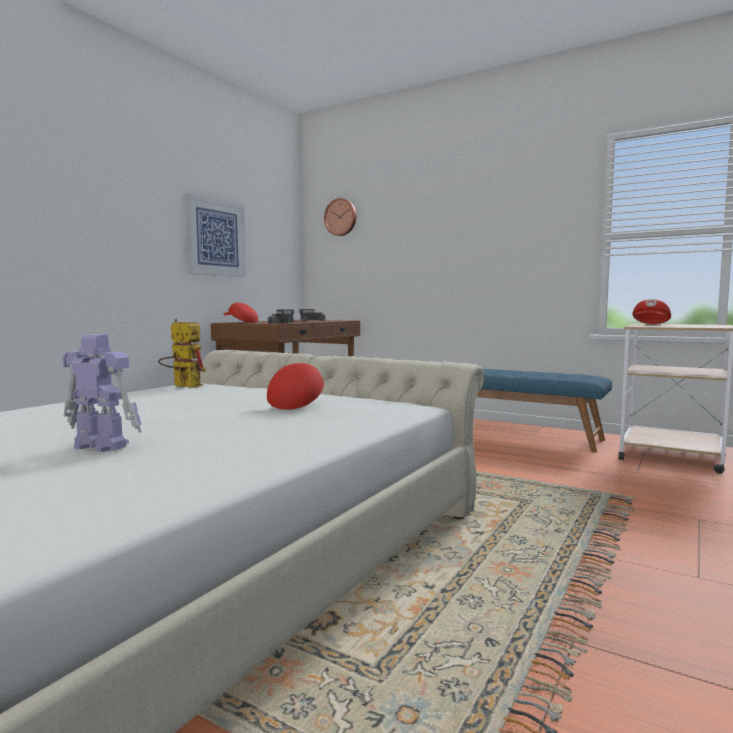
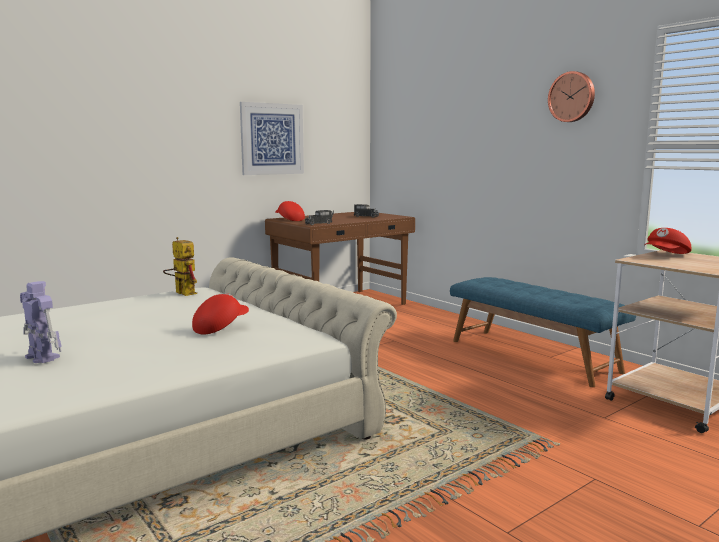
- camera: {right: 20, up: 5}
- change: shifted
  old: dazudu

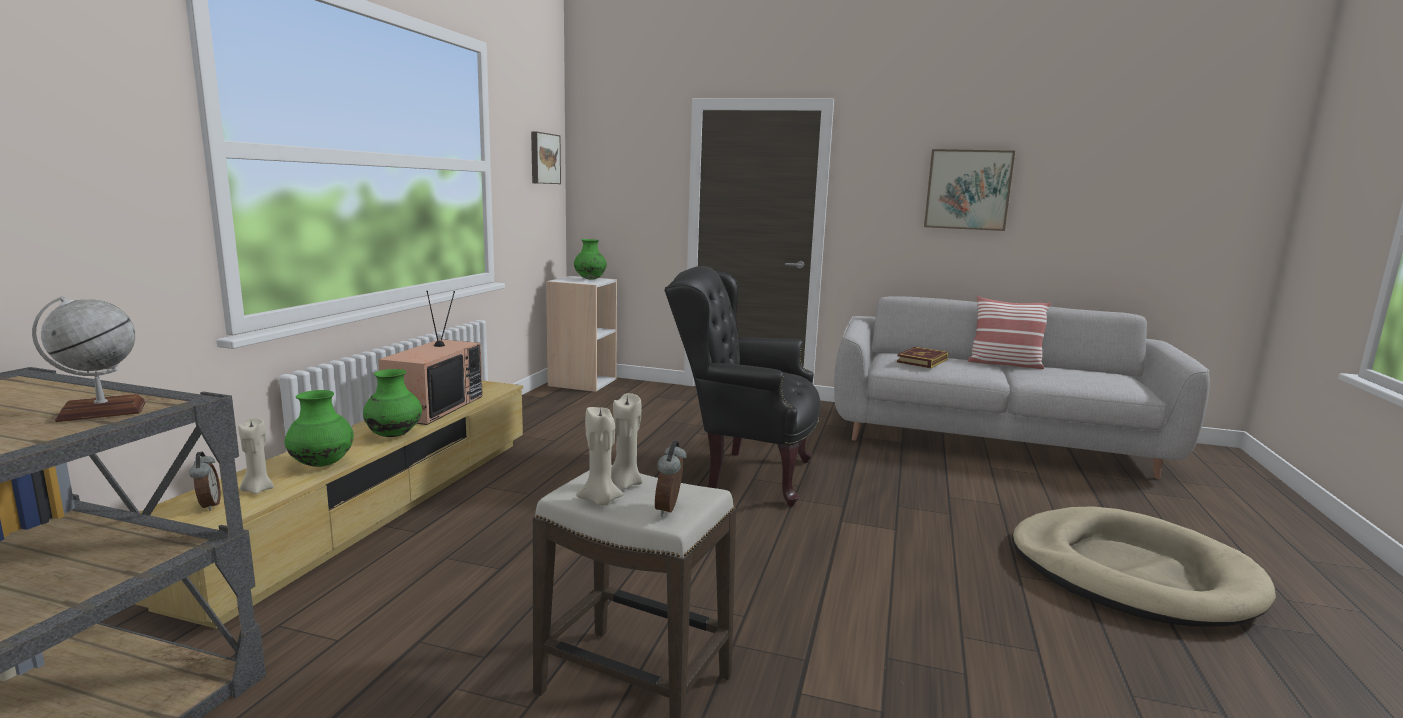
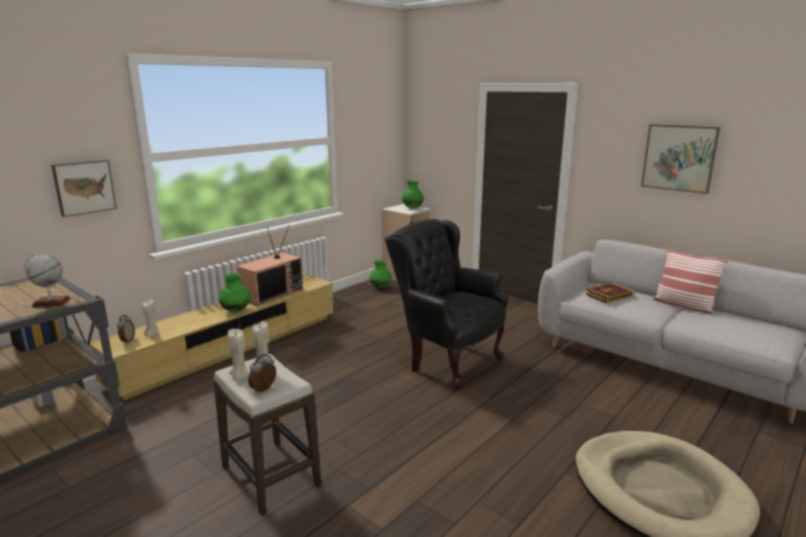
- camera: {right: 25, up: 5}
- change: shifted
  old: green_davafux (no. 1 from left in the first image)
  new: green_davafux (no. 2 from left)
- change: shifted
  old: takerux (no. 1 from left)

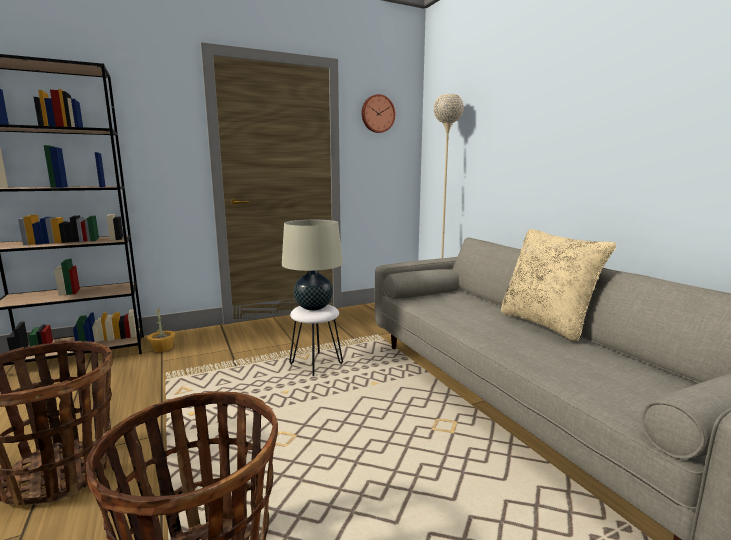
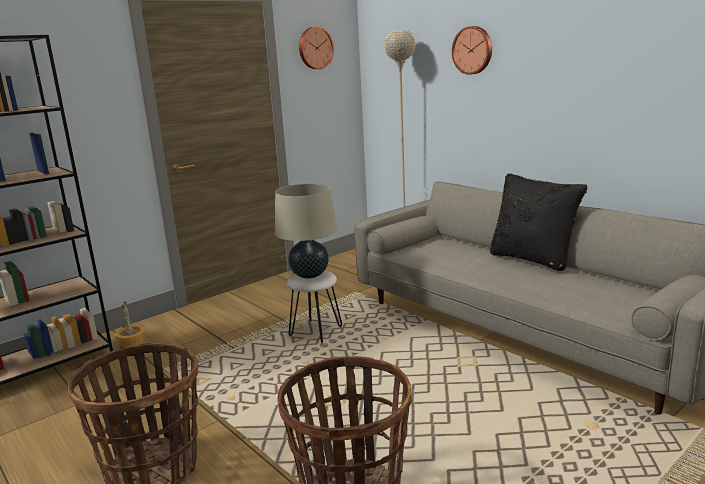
- camera: {right: -15, up: 5}
- change: repainted
  old: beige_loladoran
  new: black_loladoran
- change: new
  new: dazudu (no. 2 from left)

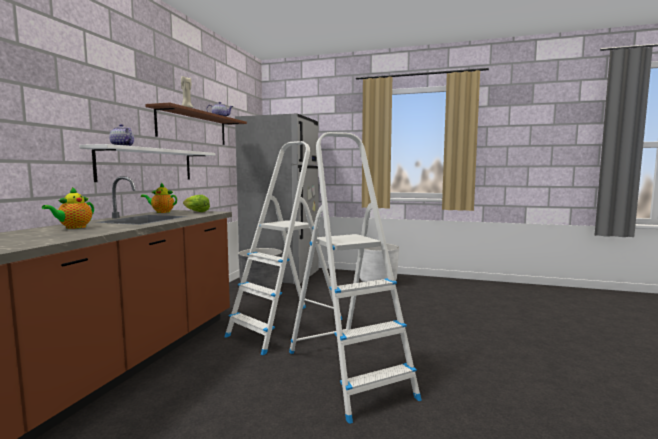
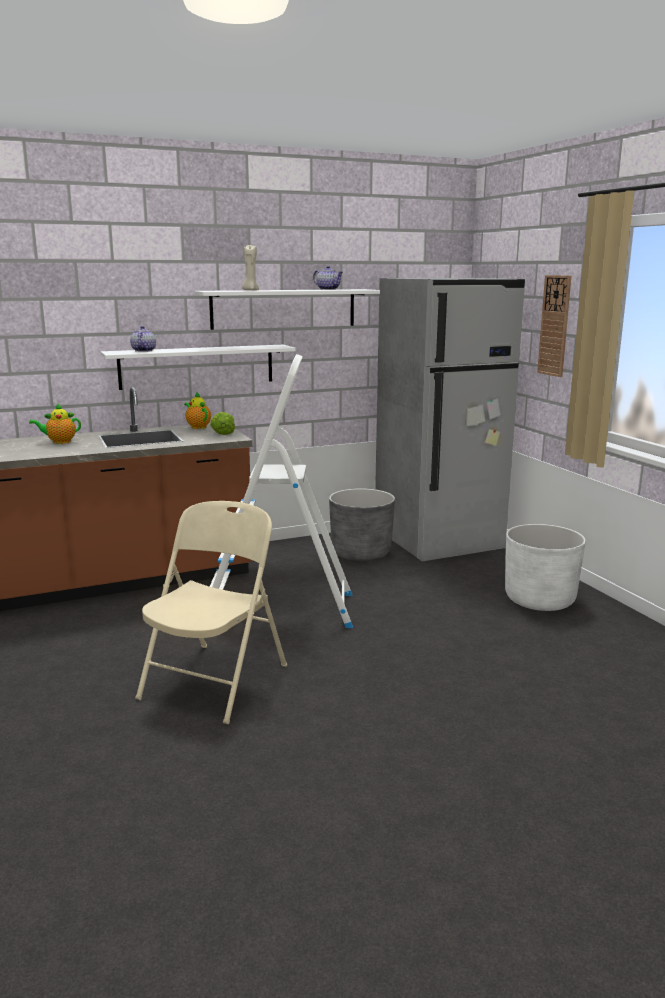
- camera: {right: 50, up: 10}
- change: repainted
  old: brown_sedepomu
  new: white_sedepomu (no. 2 from left)
- change: swapped
  old: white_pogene (no. 2 from left)
  new: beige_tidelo
- change: new
  new: dazudu

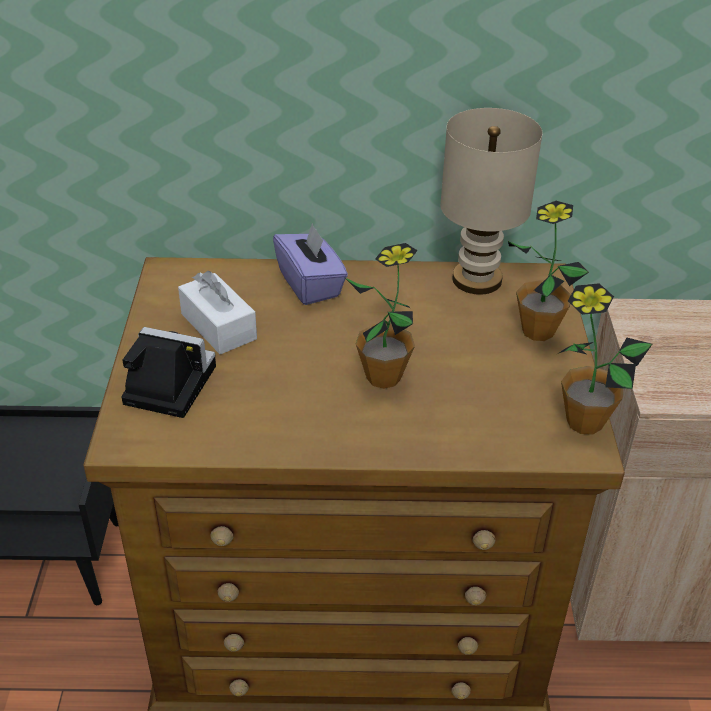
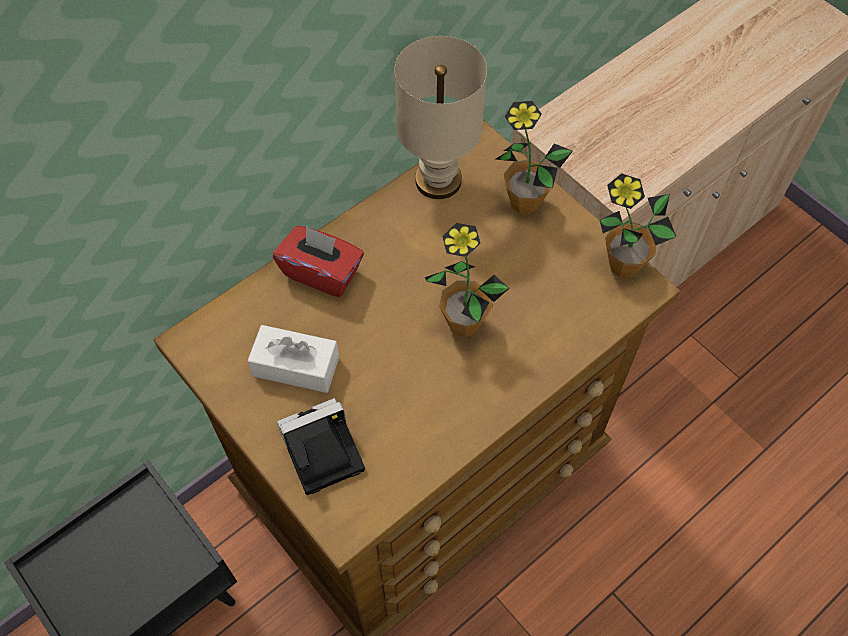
- camera: {right: -40, up: 20}
- change: repainted
  old: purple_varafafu
  new: red_varafafu

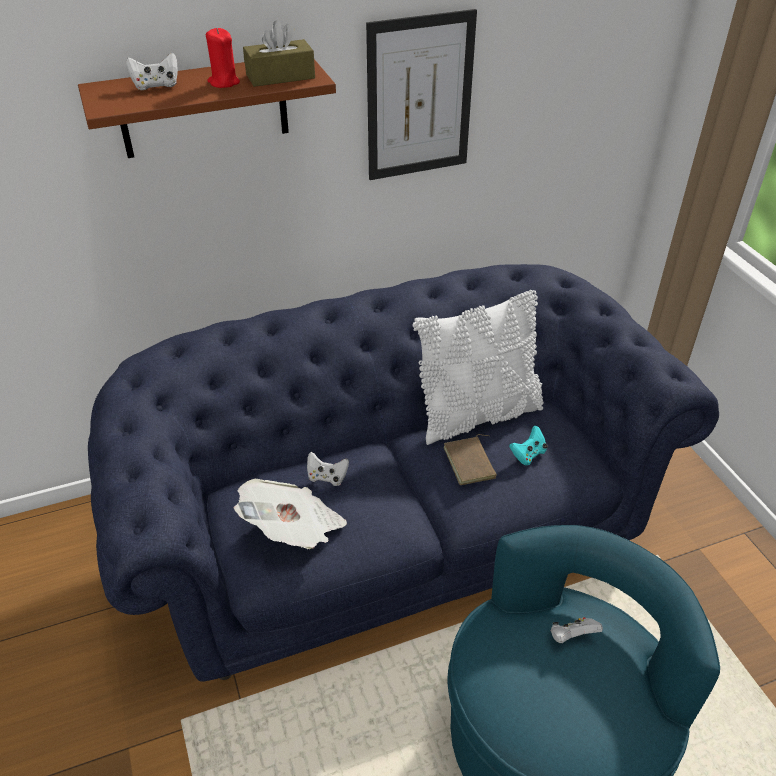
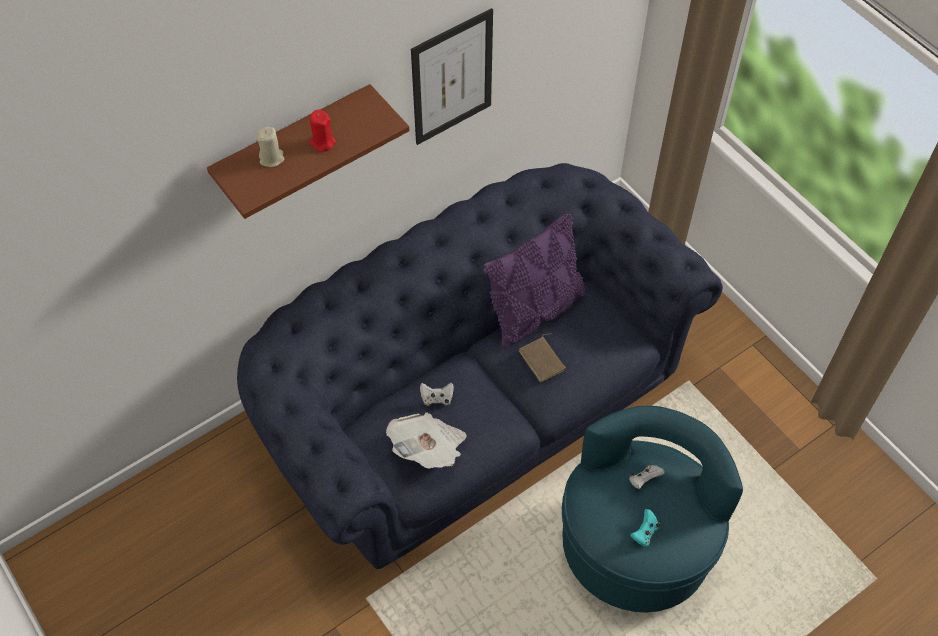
- camera: {right: -15, up: 15}
- change: swapped
  old: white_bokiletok (no. 1 from left)
  new: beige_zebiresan
- change: gone
  old: brown_varafafu
- change: repainted
  old: white_loladoran
  new: purple_loladoran
- change: shifted
  old: turquoise_bokiletok

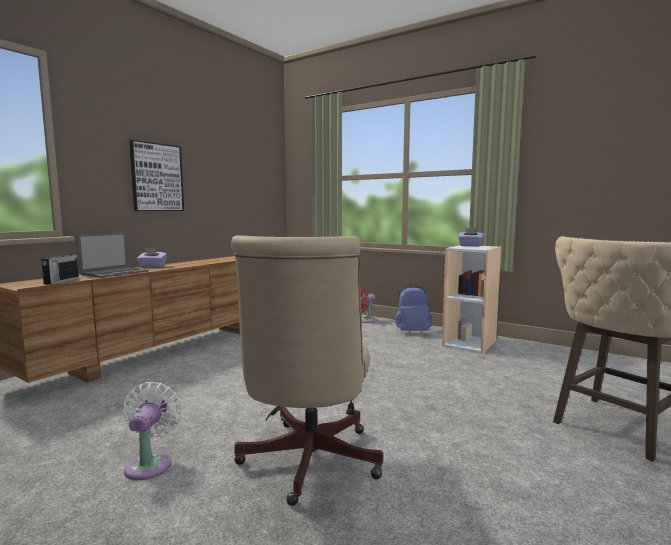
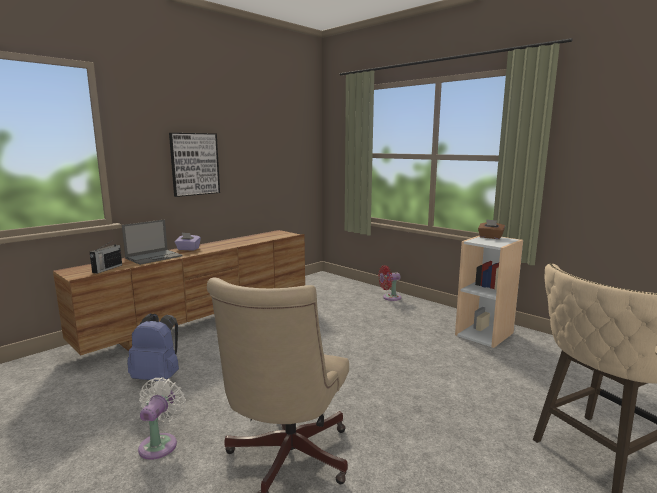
- camera: {right: 10, up: 5}
- change: shifted
  old: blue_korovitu
- change: repainted
  old: purple_varafafu (no. 2 from left)
  new: brown_varafafu

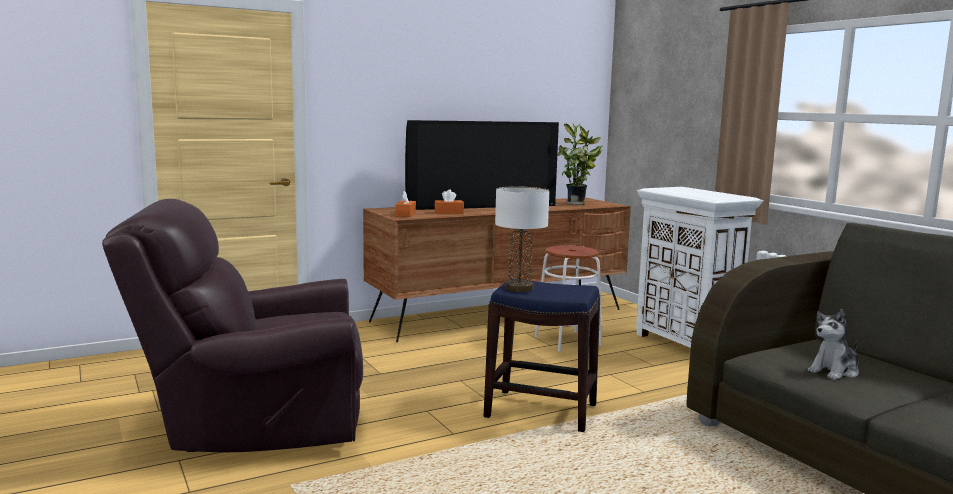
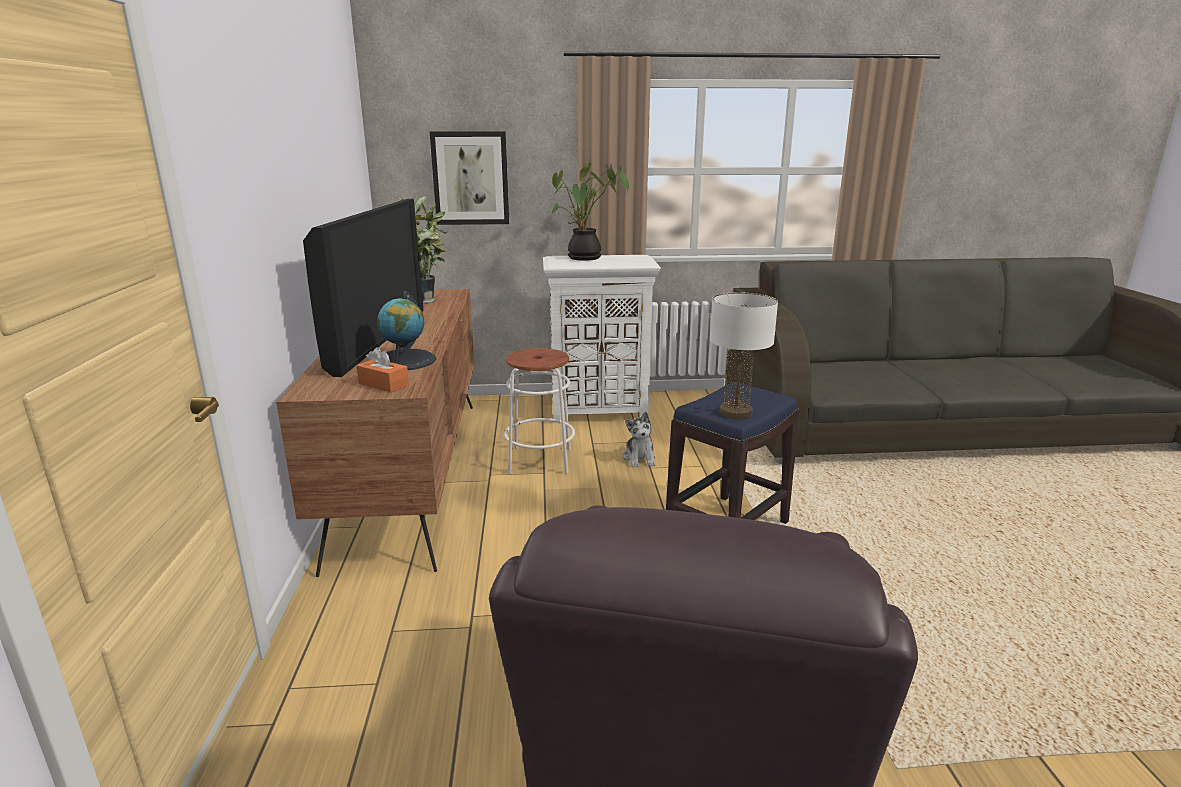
- camera: {right: -65, up: 10}
- change: swapped
  old: orange_varafafu (no. 2 from left)
  new: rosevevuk
- change: shifted
  old: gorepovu
- change: new
  new: takerux
- change: new
  new: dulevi (no. 2 from left)

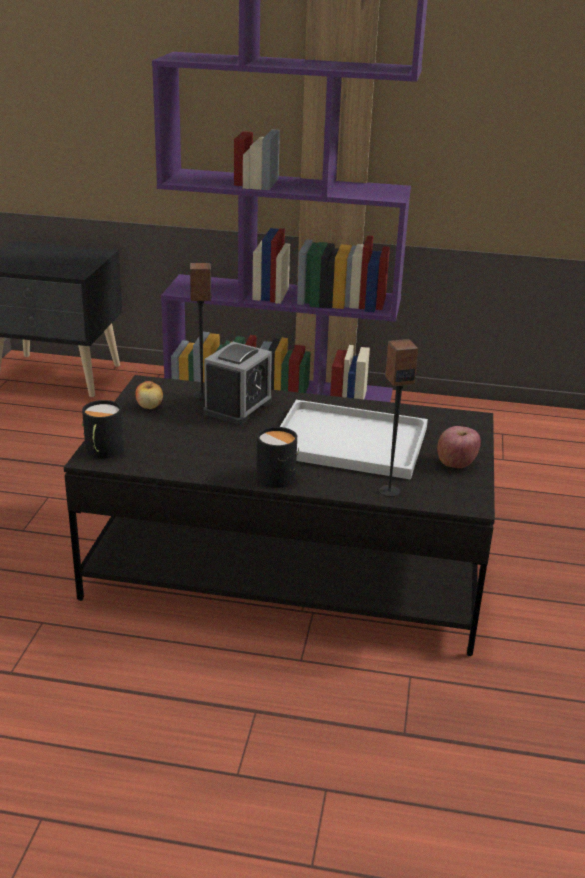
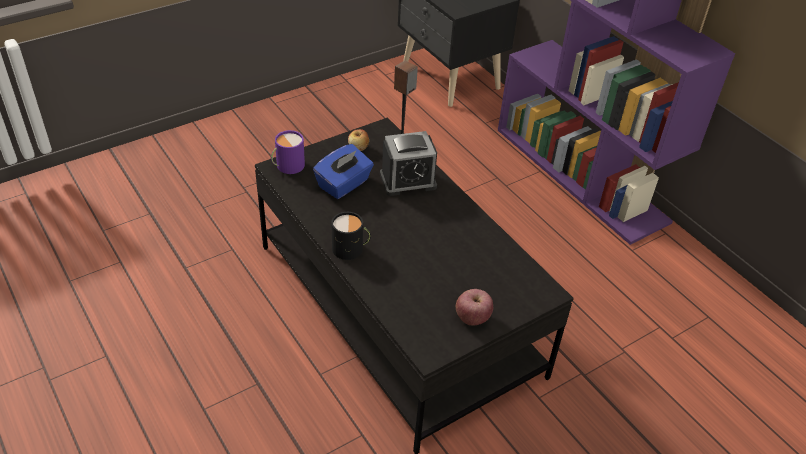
- camera: {right: 45, up: 15}
- change: repainted
  old: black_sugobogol (no. 1 from left)
  new: purple_sugobogol
- change: gone
  old: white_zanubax
- change: gone
  old: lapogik (no. 2 from left)
- change: new
  new: blue_varafafu

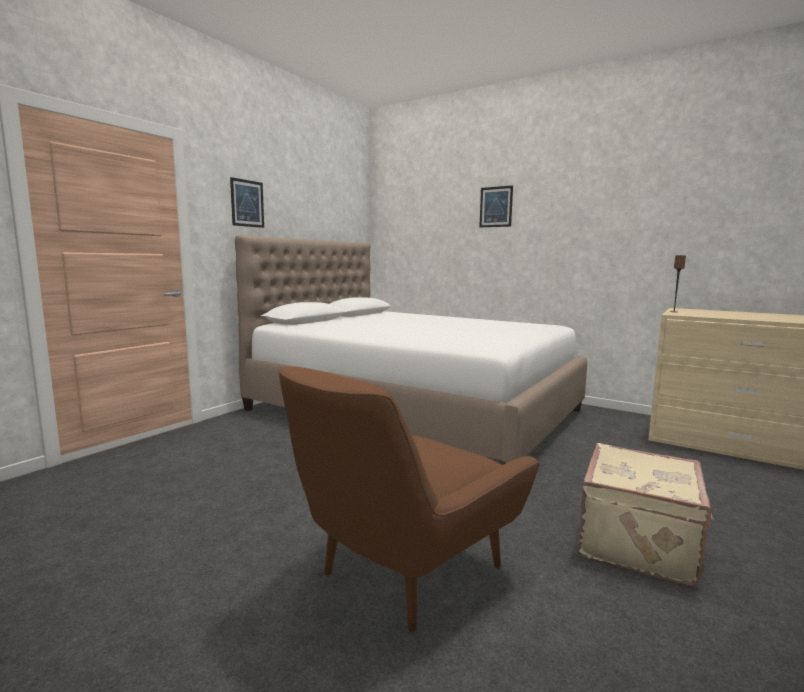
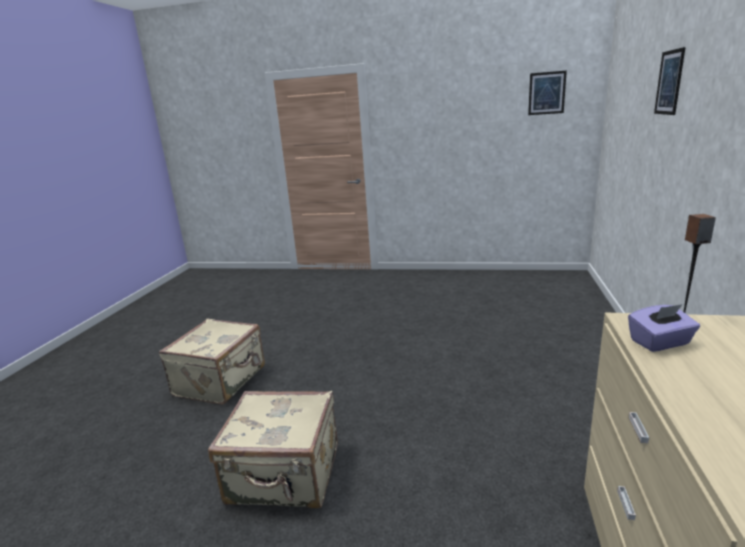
- camera: {right: 70, up: 10}
- change: shifted
  old: takerux (no. 1 from left)
- change: gone
  old: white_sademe
- change: swapped
  old: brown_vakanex
  new: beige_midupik (no. 1 from left)
- change: new
  new: purple_varafafu

